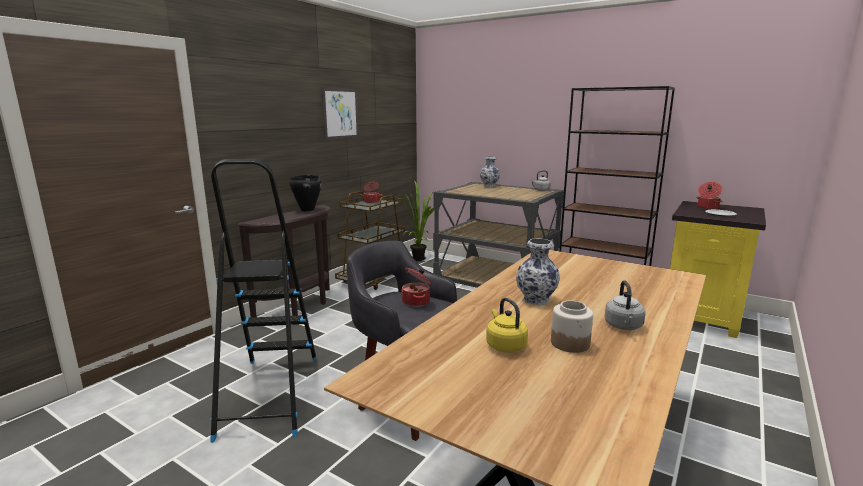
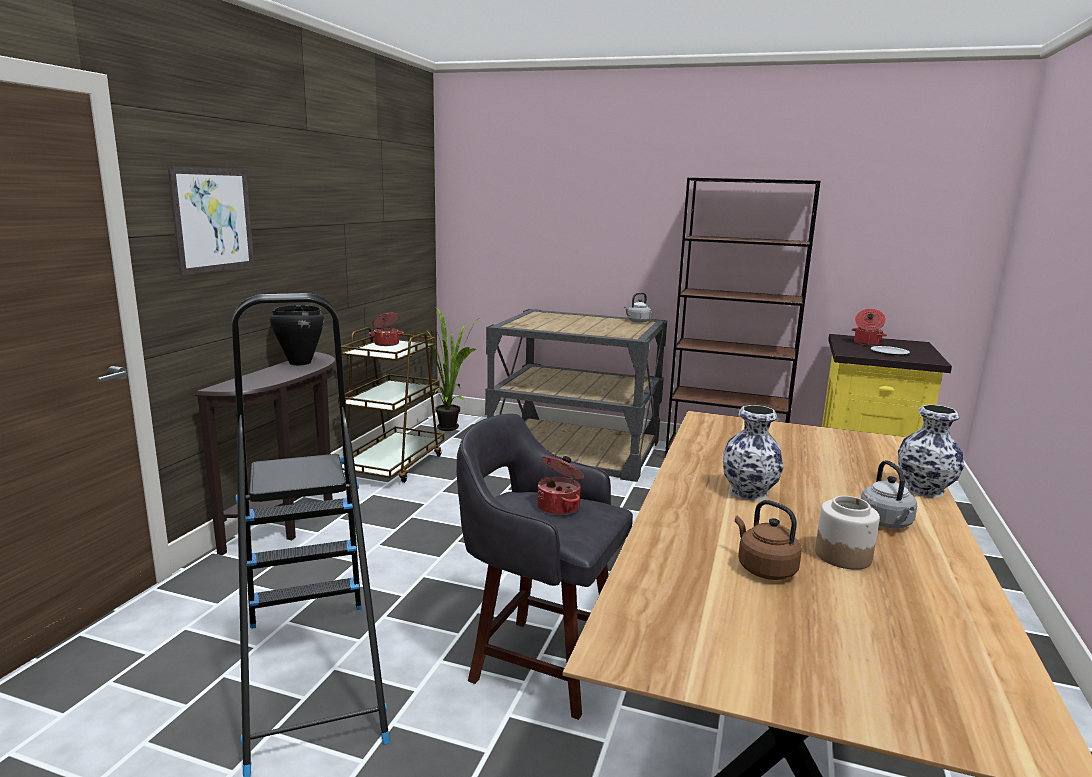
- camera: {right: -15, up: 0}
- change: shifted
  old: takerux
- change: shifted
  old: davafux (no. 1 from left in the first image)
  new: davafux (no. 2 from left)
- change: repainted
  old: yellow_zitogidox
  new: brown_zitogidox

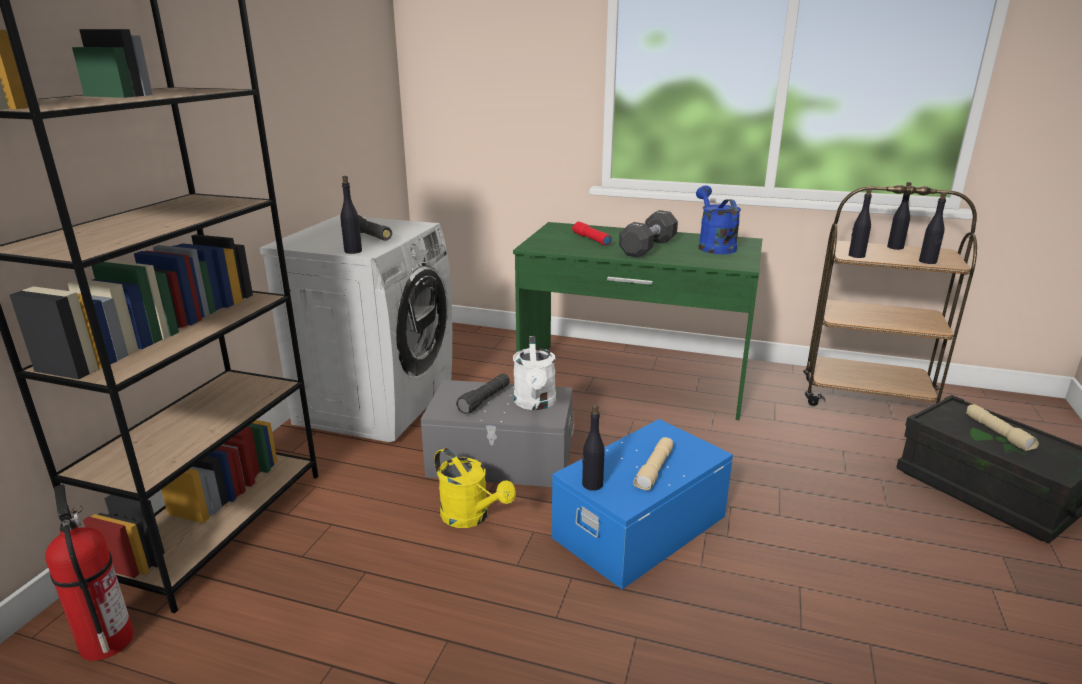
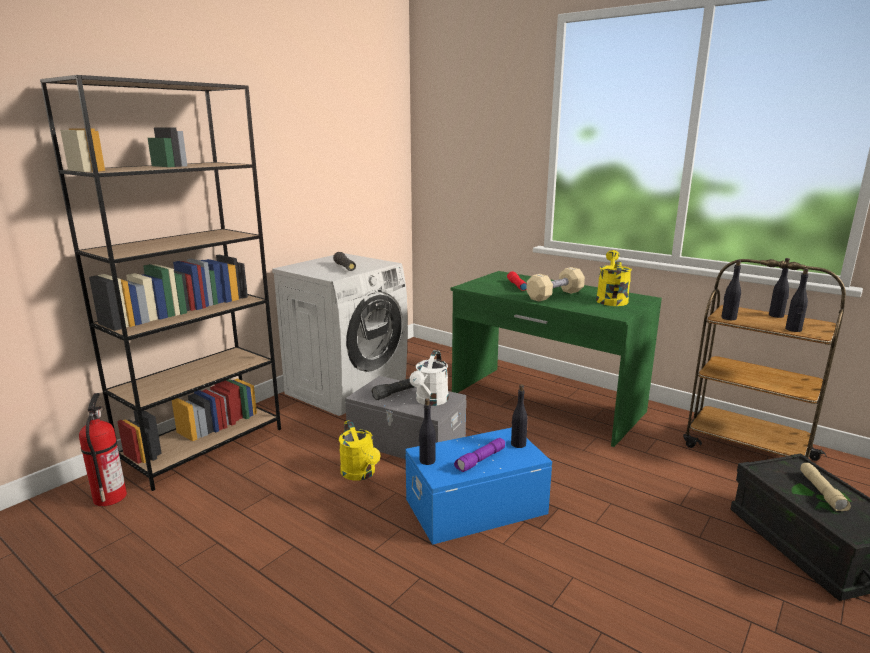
- camera: {right: 20, up: -5}
- change: shifted
  old: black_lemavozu (no. 1 from left in the first image)
  new: black_lemavozu (no. 2 from left)
- change: repainted
  old: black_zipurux
  new: beige_zipurux
- change: repainted
  old: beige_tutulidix (no. 1 from left)
  new: purple_tutulidix
- change: repainted
  old: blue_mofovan
  new: yellow_mofovan (no. 2 from left)

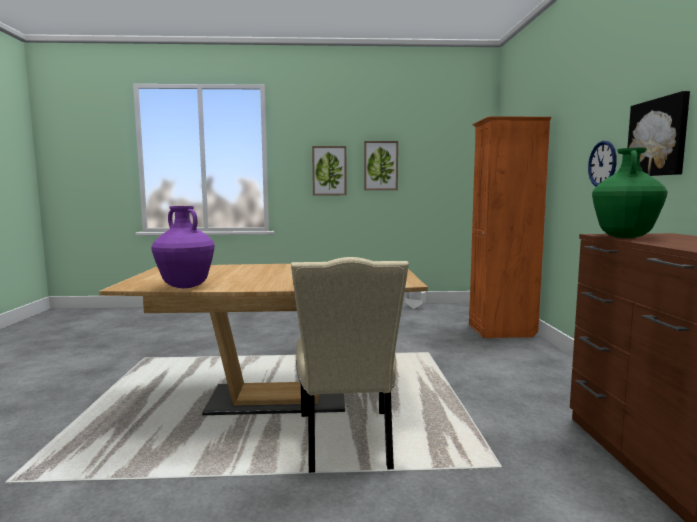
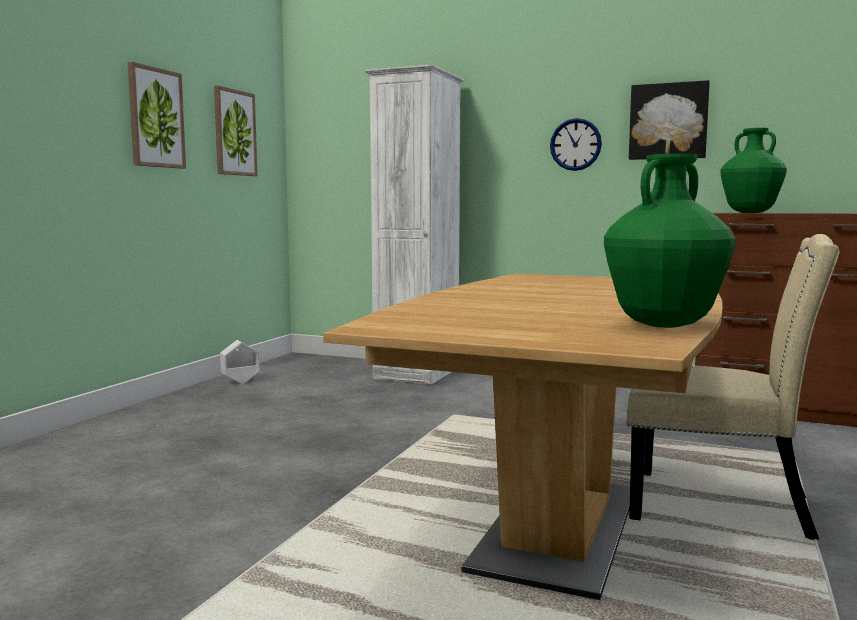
- camera: {right: -65, up: 0}
- change: repainted
  old: purple_davafux
  new: green_davafux (no. 1 from left)
- change: shifted
  old: takerux (no. 1 from left in the first image)
  new: takerux (no. 2 from left)
- change: repainted
  old: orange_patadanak
  new: white_patadanak

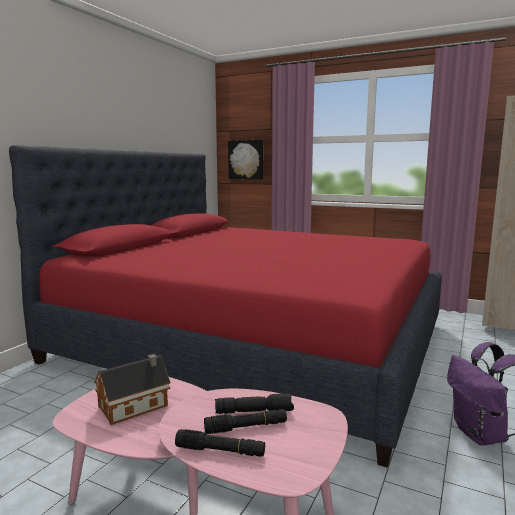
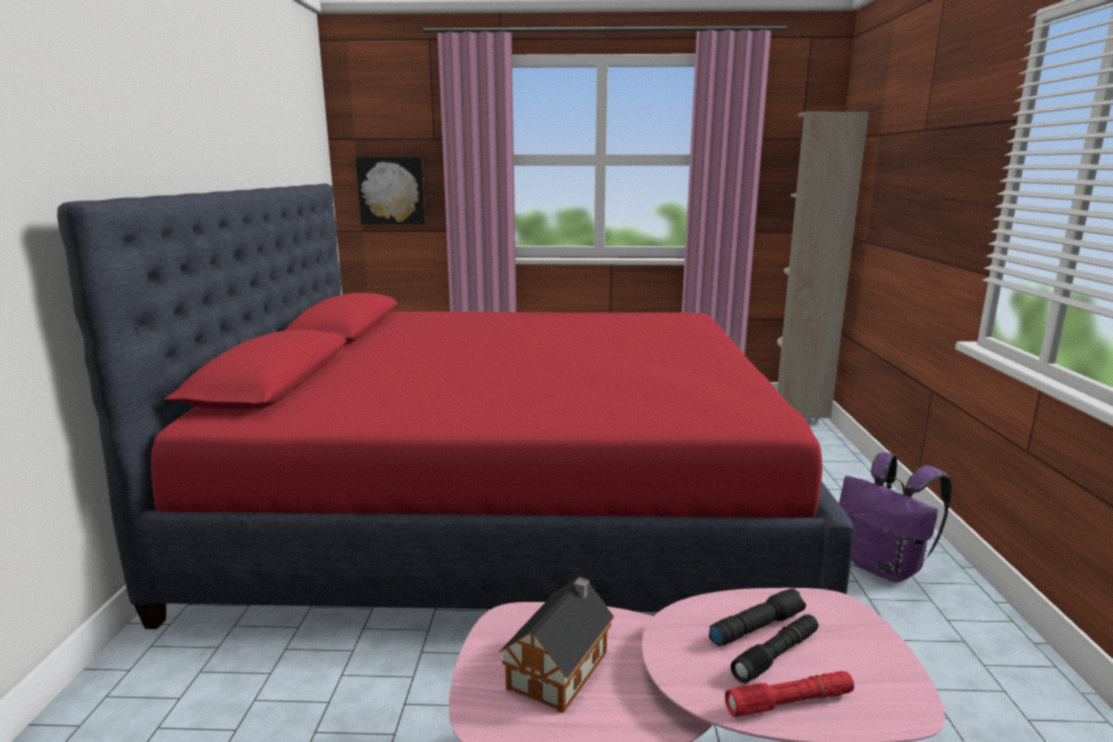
- camera: {right: -25, up: 5}
- change: repainted
  old: black_tutulidix (no. 1 from left)
  new: red_tutulidix

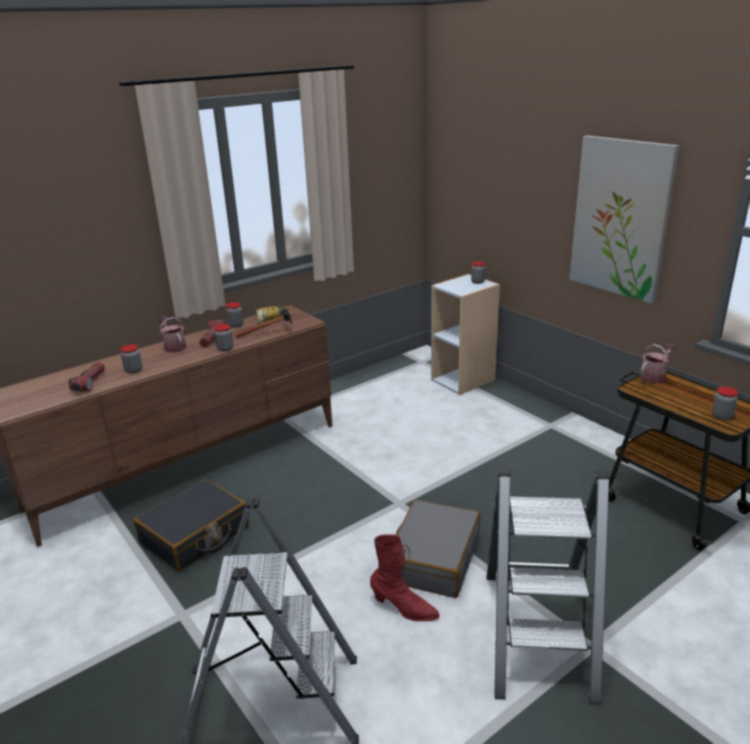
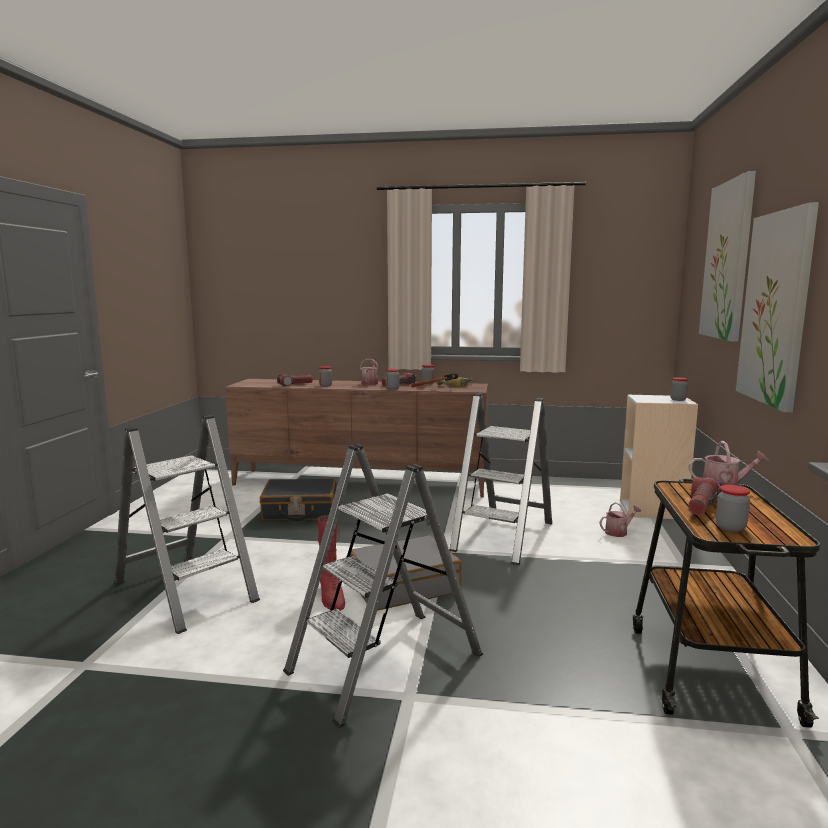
- camera: {right: 45, up: -15}
- change: new
  new: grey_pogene (no. 3 from left)
- change: new
  new: mofovan (no. 2 from left)
- change: new
  new: tutulidix (no. 3 from left)
- change: new
  new: takerux (no. 1 from left)

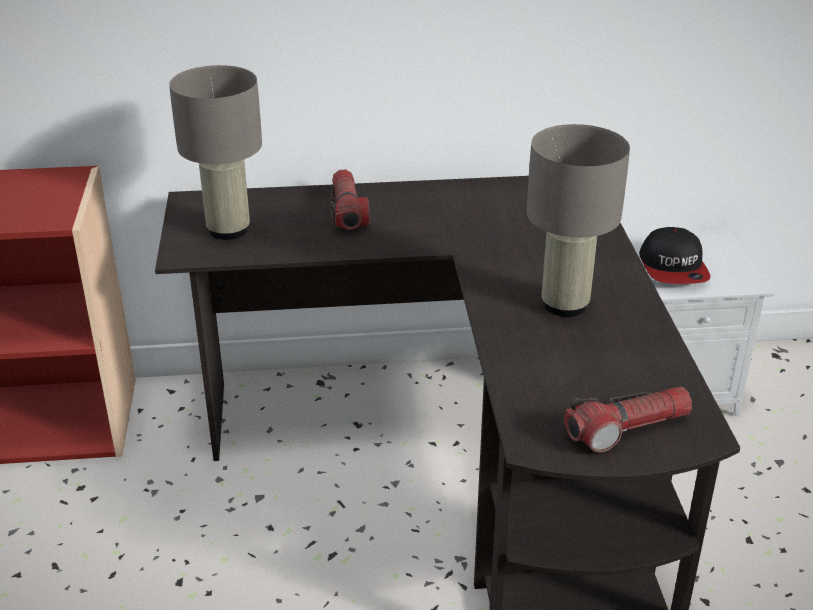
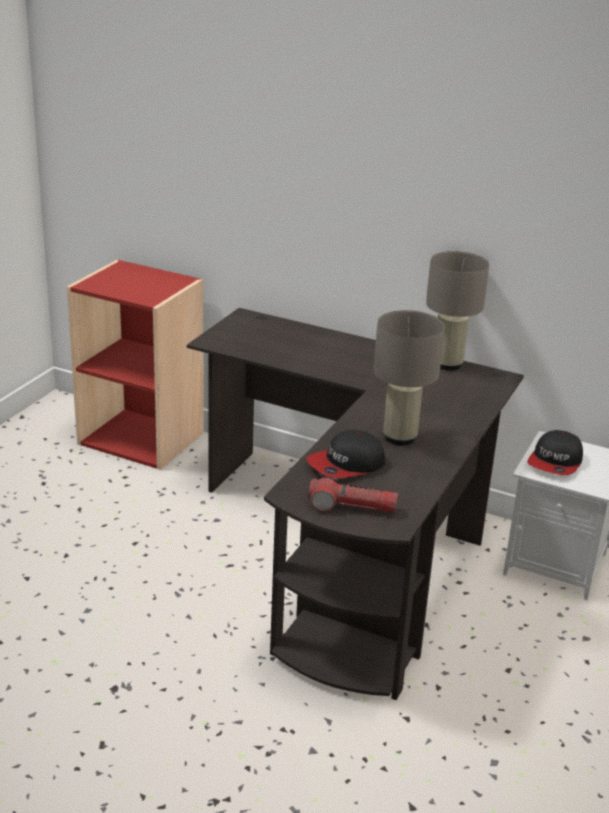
- camera: {right: 30, up: -5}
- change: shifted
  old: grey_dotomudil (no. 1 from left in the first image)
  new: grey_dotomudil (no. 2 from left)
- change: gone
  old: tutulidix (no. 1 from left)
- change: new
  new: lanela (no. 1 from left)

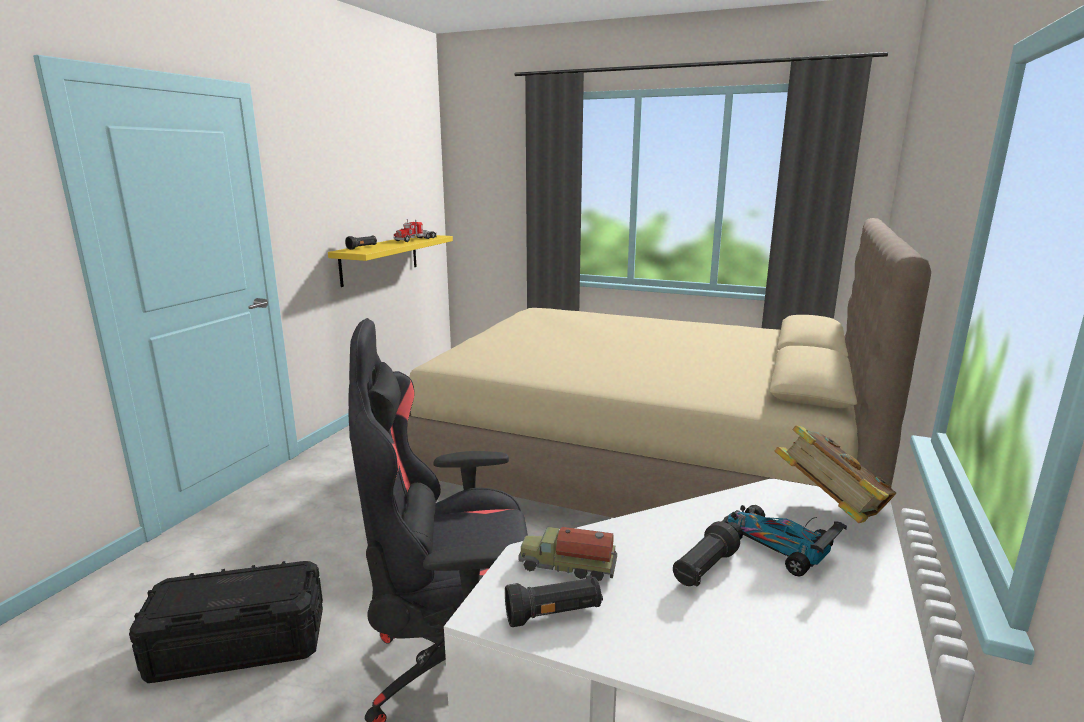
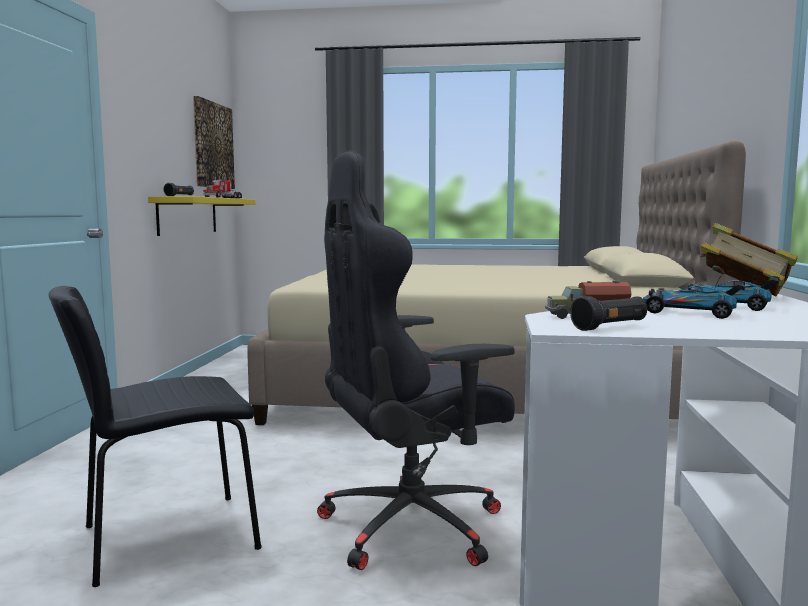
- camera: {right: -15, up: -10}
- change: swapped
  old: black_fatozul
  new: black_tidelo
- change: swapped
  old: black_tutulidix (no. 3 from left)
  new: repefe (no. 1 from left)
- change: new
  new: takerux

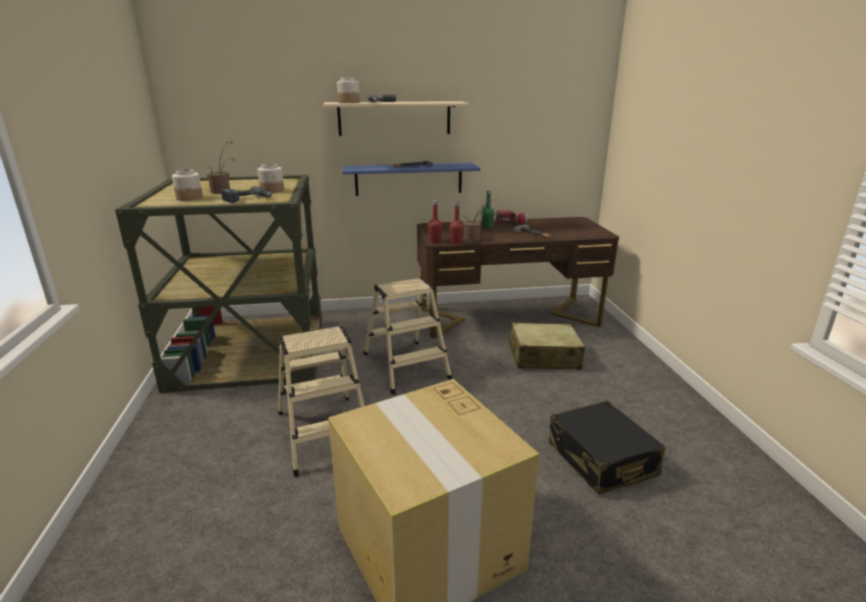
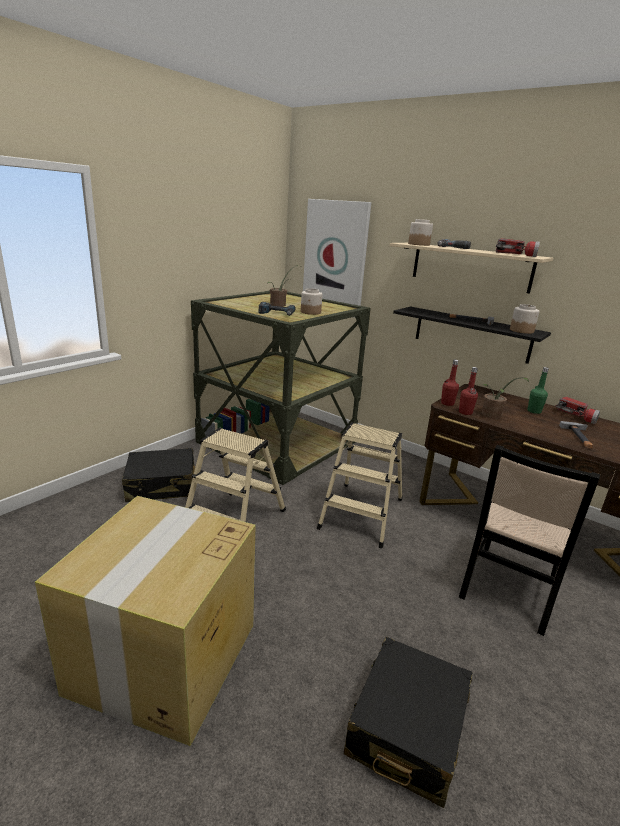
- camera: {right: 45, up: 0}
- change: shifted
  old: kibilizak (no. 1 from left in the first image)
  new: kibilizak (no. 3 from left)
- change: repainted
  old: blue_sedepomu
  new: black_sedepomu
- change: swapped
  old: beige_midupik
  new: tidelo
- change: new
  new: black_midupik (no. 1 from left)
- change: new
  new: takerux
- change: new
  new: tutulidix (no. 1 from left)

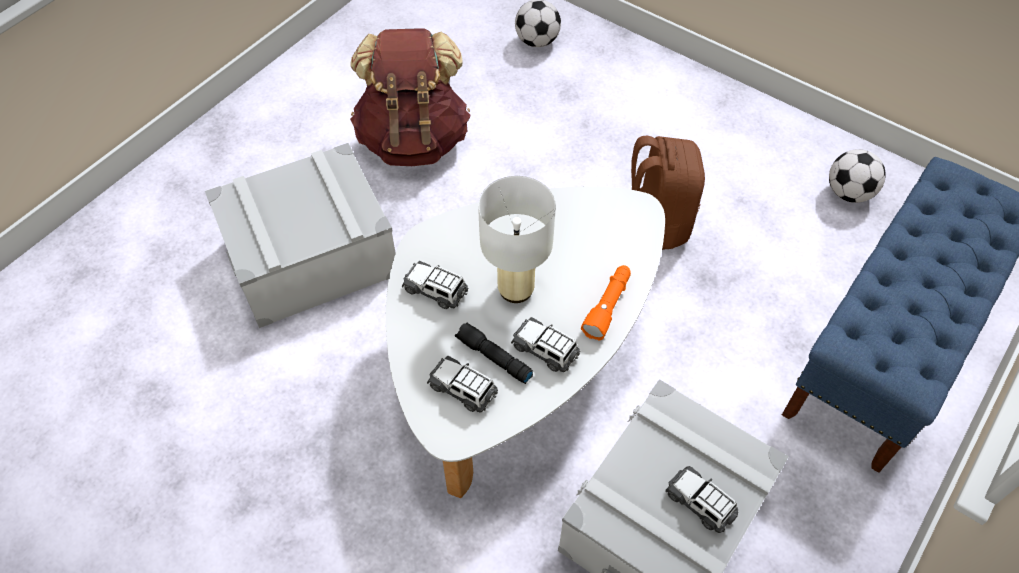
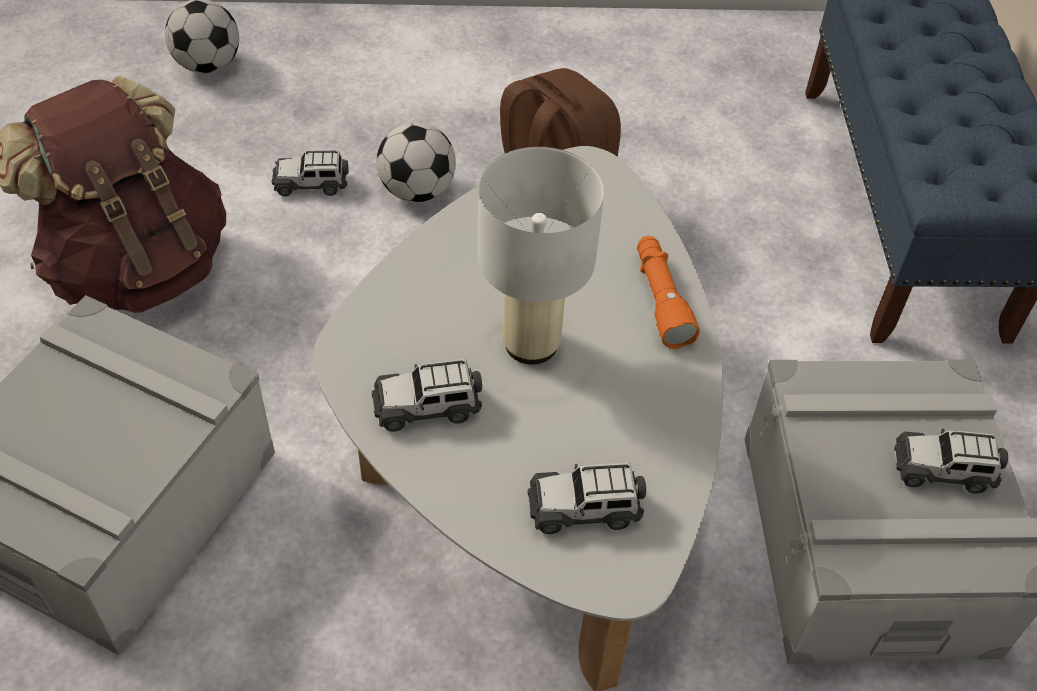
- camera: {right: -40, up: -5}
- change: gone
  old: black_tutulidix
- change: shifted
  old: repefe (no. 3 from left in the first image)
  new: repefe (no. 1 from left)
- change: shifted
  old: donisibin (no. 2 from left)

